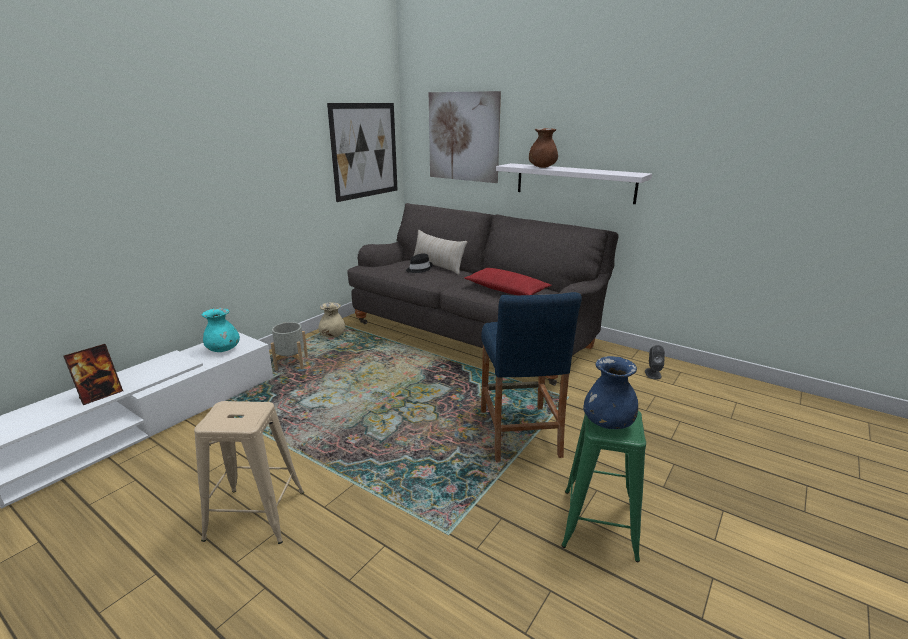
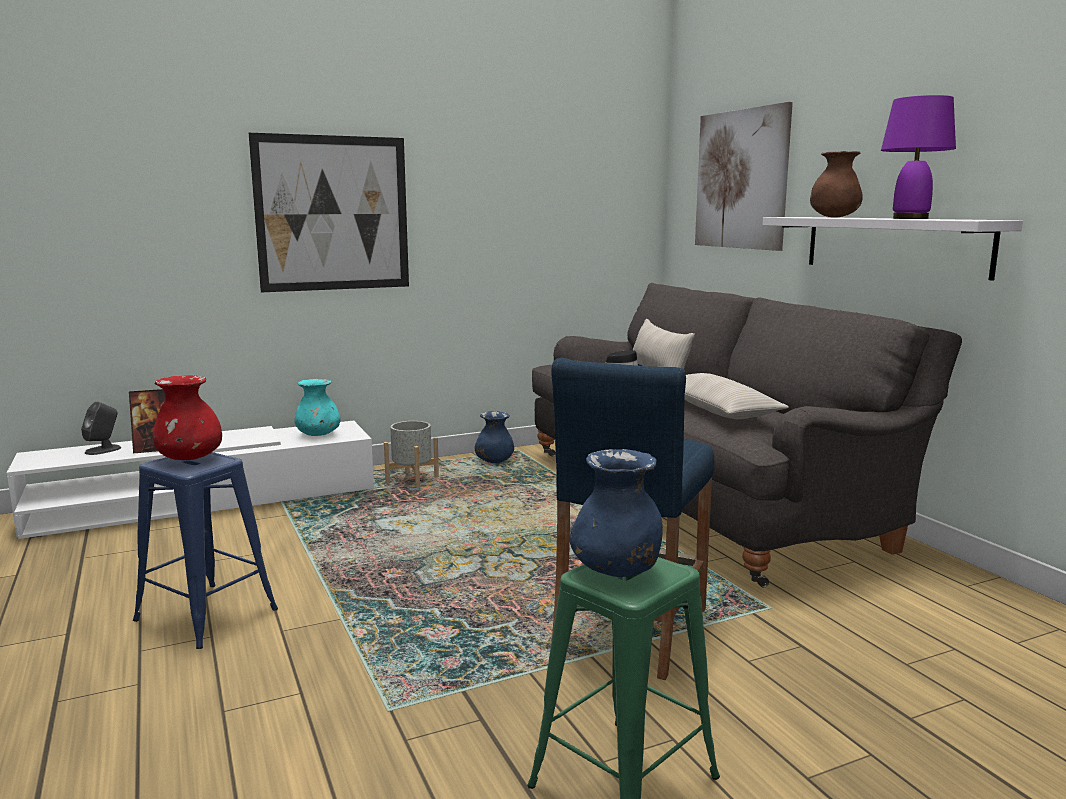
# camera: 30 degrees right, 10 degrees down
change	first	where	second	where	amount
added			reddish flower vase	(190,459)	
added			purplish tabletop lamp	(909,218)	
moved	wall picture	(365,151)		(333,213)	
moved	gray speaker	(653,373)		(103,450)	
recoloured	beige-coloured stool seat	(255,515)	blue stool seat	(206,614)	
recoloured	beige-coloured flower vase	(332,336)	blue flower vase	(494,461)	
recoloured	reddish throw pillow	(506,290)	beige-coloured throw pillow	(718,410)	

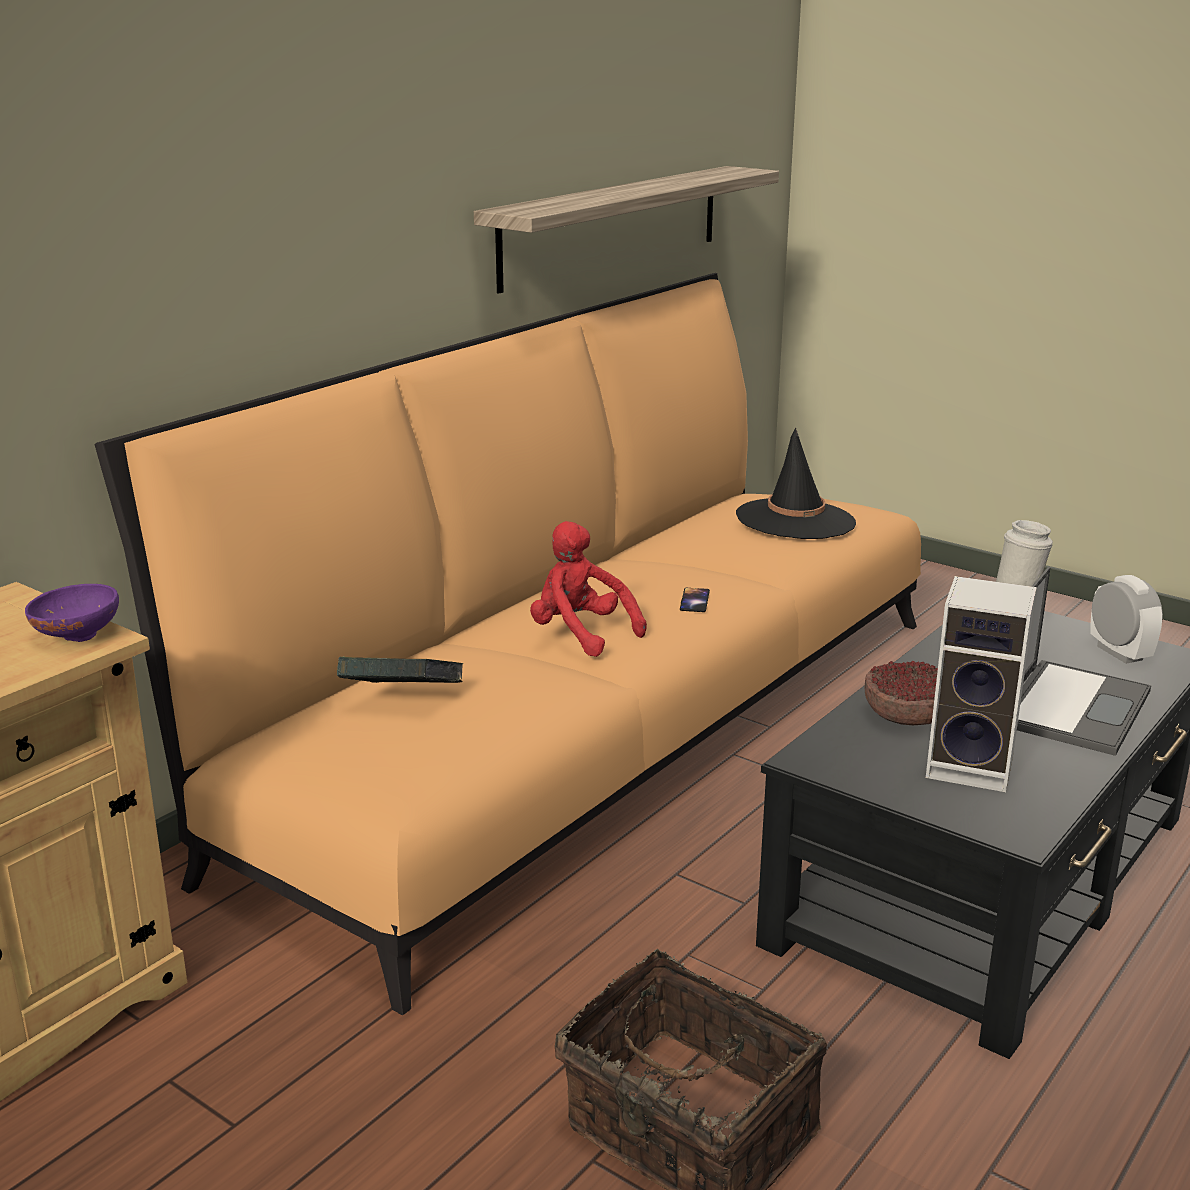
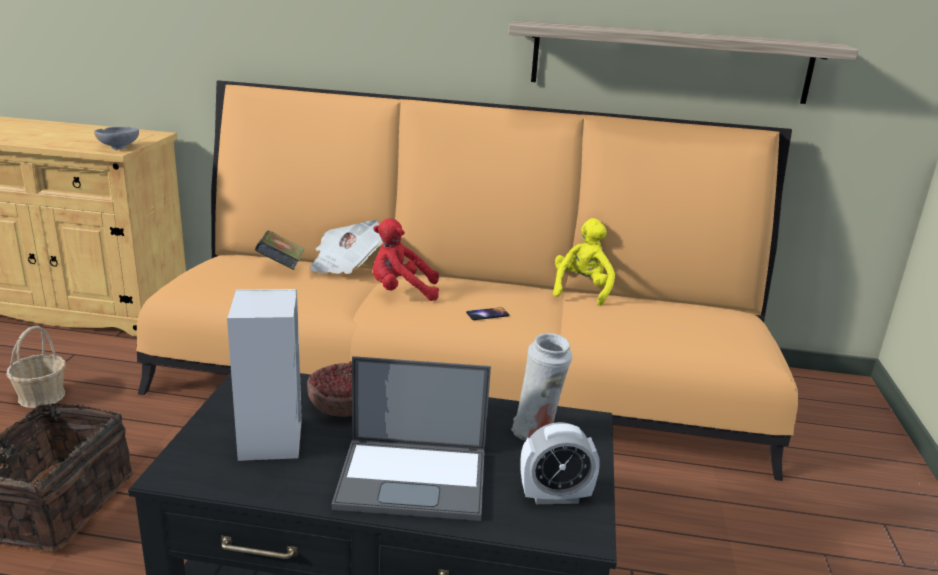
# camera: 60 degrees right, 0 degrees up
change	first	where	second	where	amount
removed	black-coloured wearable hat	(795,520)			
added			household basket	(42,396)	
added			daily paper	(346,263)	
added			yellowish cuddly toy	(582,290)	
recoloured	purplish deep dish	(75,635)	gray deep dish	(119,147)	
turned	reddish cuddly toy	(580,634)		(401,292)	105 degrees counterclockwise
turned	bedside clock	(1119,653)		(555,496)	45 degrees clockwise

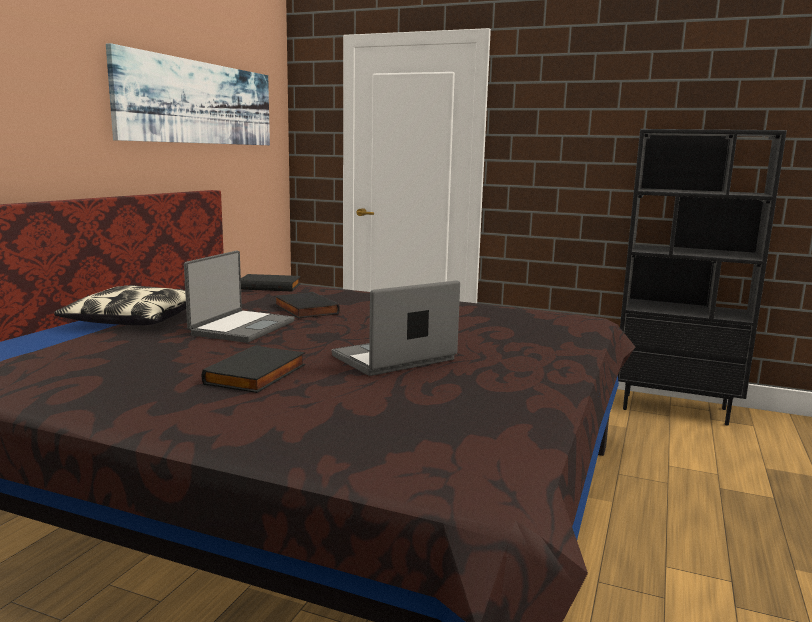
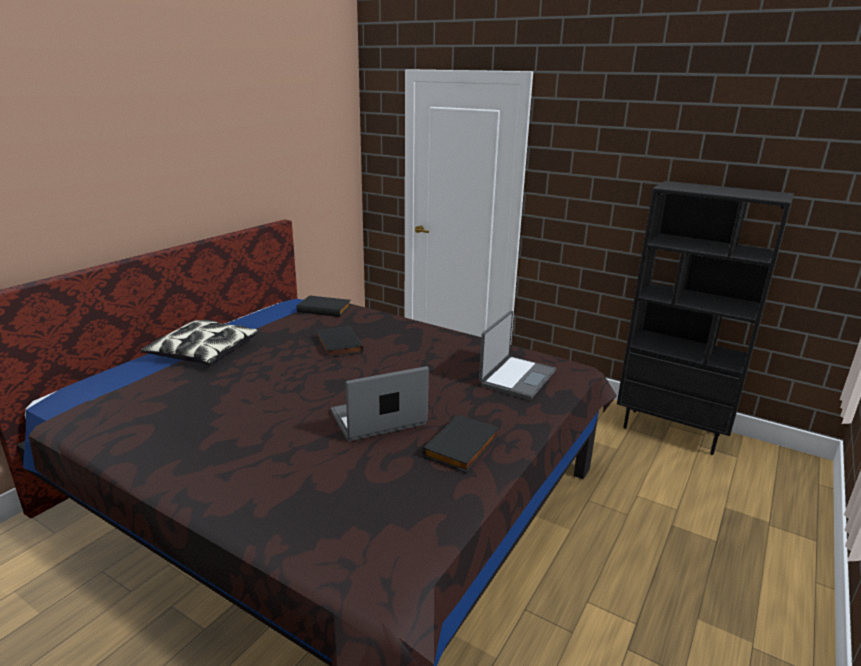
# camera: 10 degrees right, 10 degrees up
change	first	where	second	where	amount
removed	wall picture	(199,103)			
moved	portable computer	(241,328)		(516,378)	
moved	black-coloured volume	(258,375)		(463,447)	

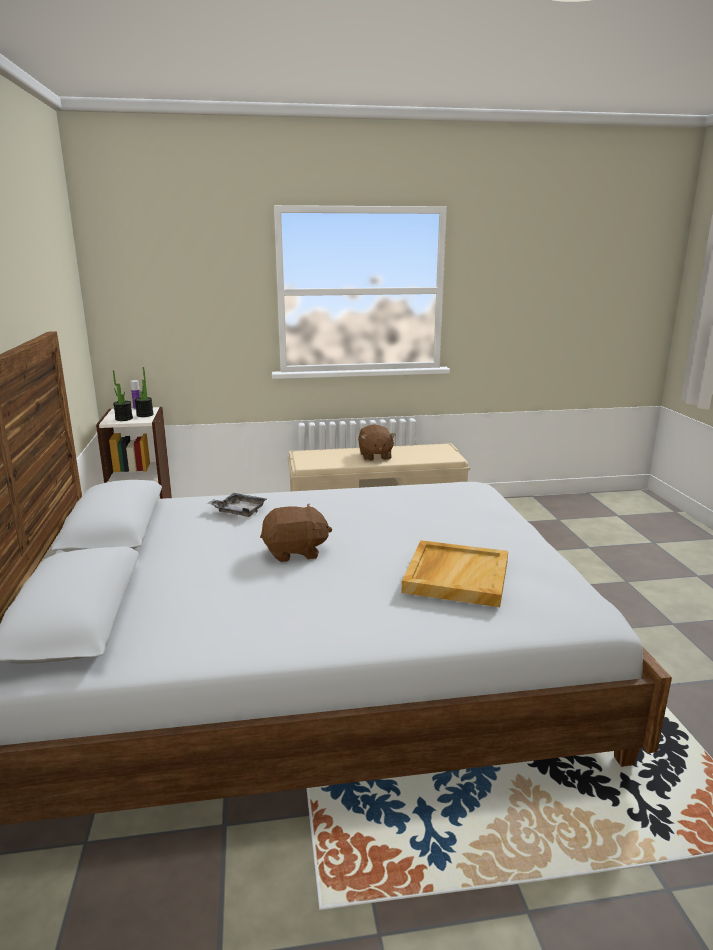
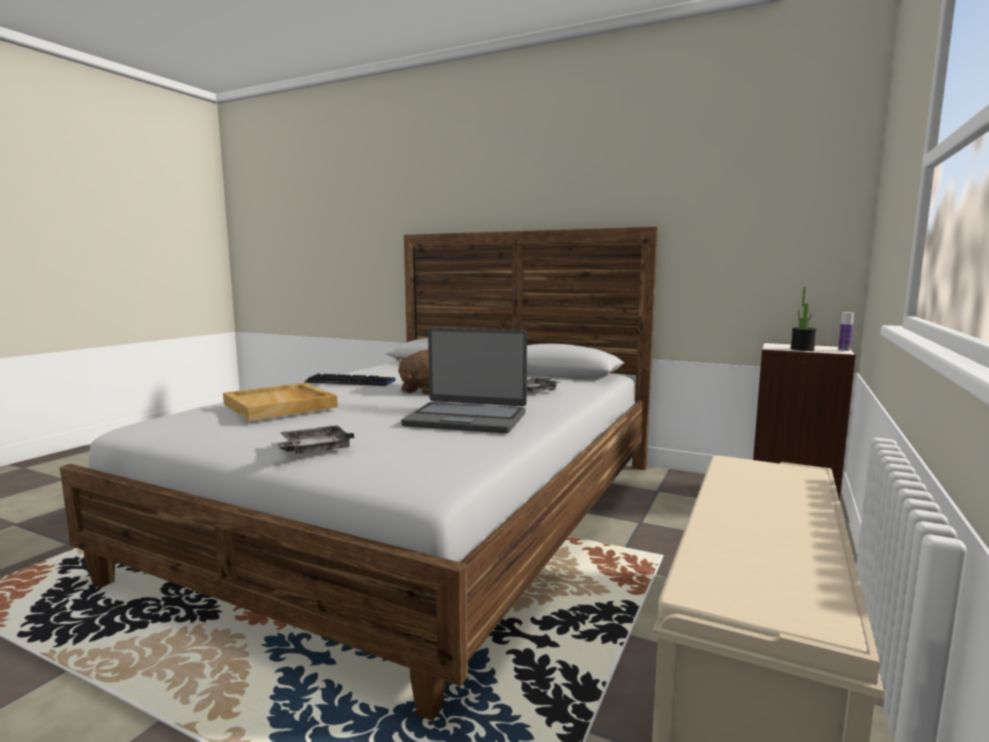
# camera: 125 degrees right, 10 degrees down
change	first	where	second	where	amount
removed	plant in a pot	(124,419)			
removed	brown-coloured cuddly toy	(375,456)			
added			gray tray	(314,450)	
added			computer keyboard	(350,382)	
added			portable computer	(466,419)	

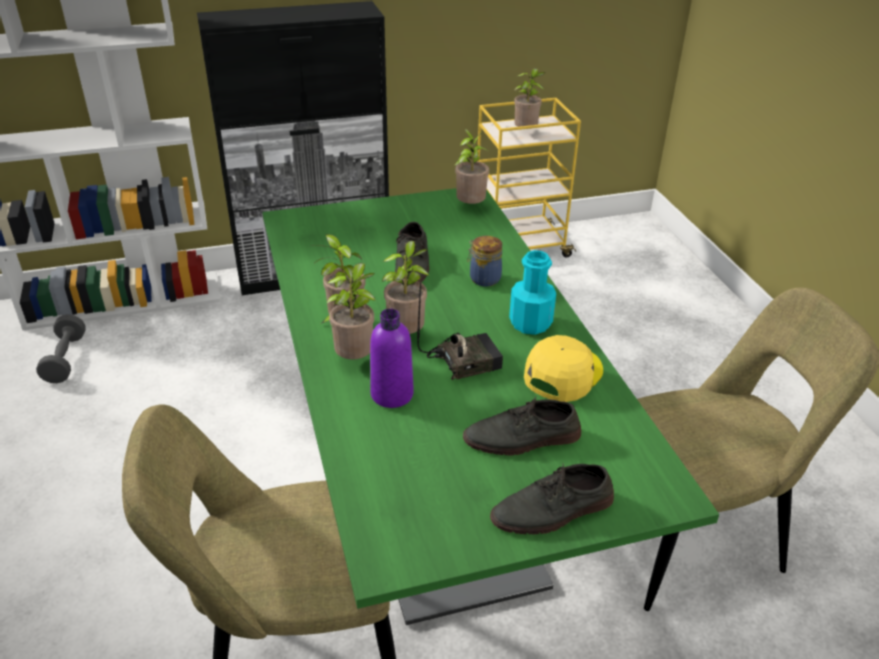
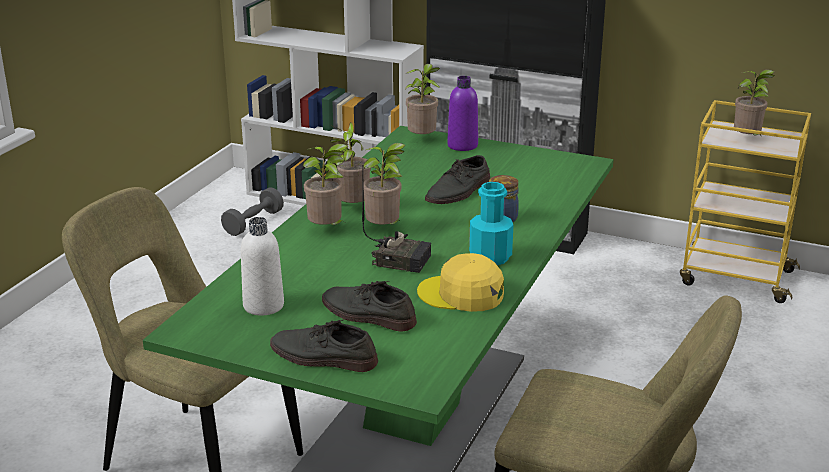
# camera: 40 degrees right, 10 degrees down
change	first	where	second	where	amount
added			whitish beverage bottle	(263,306)	
moved	purplish beverage bottle	(392,394)		(462,145)	
moved	plant in a pot	(470,207)		(423,139)	
turned	yellowish baseball cap	(562,374)		(461,294)	150 degrees counterclockwise

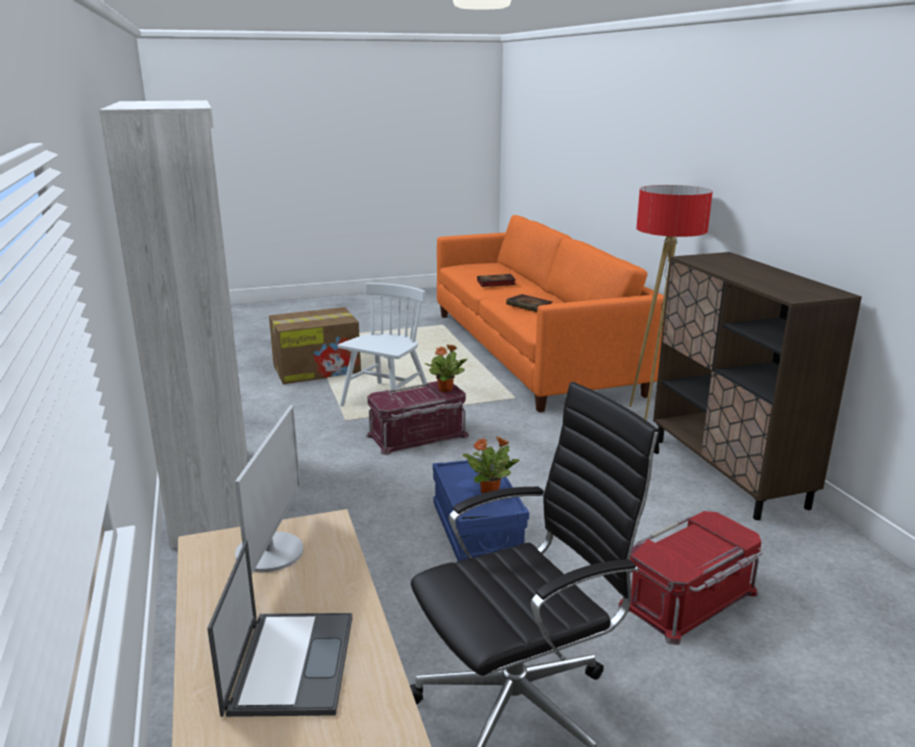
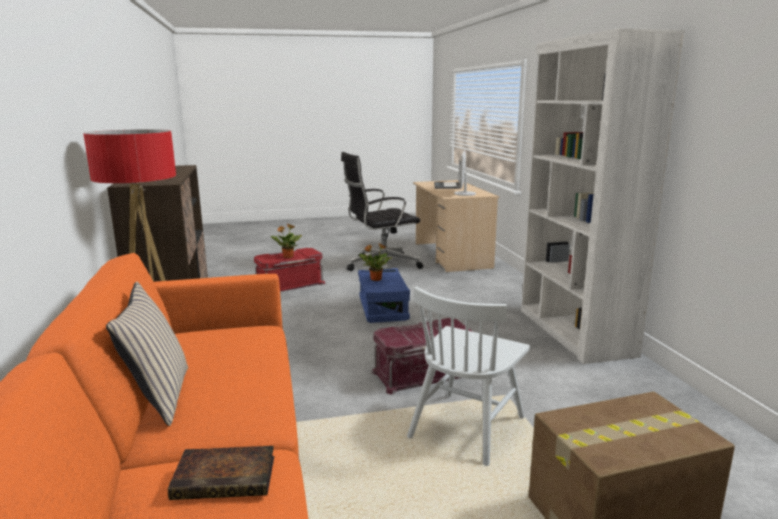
# camera: 175 degrees left, 5 degrees down
change	first	where	second	where	amount
removed	volume	(530,306)			
added			beige-coloured throw pillow	(159,397)	
moved	plant in a pot	(446,389)		(287,257)	

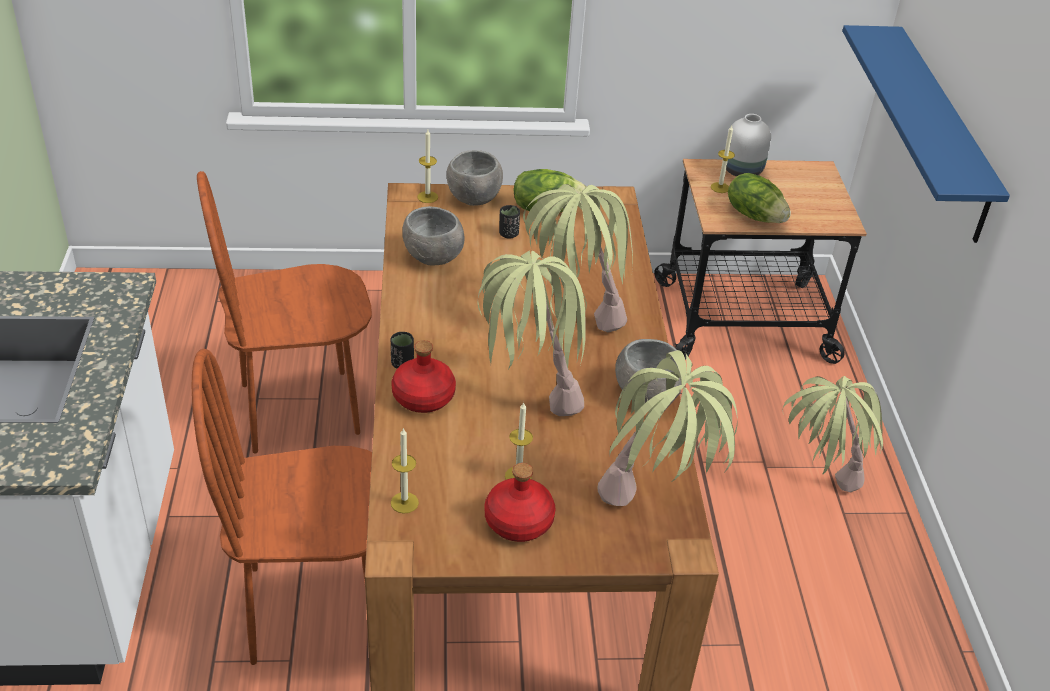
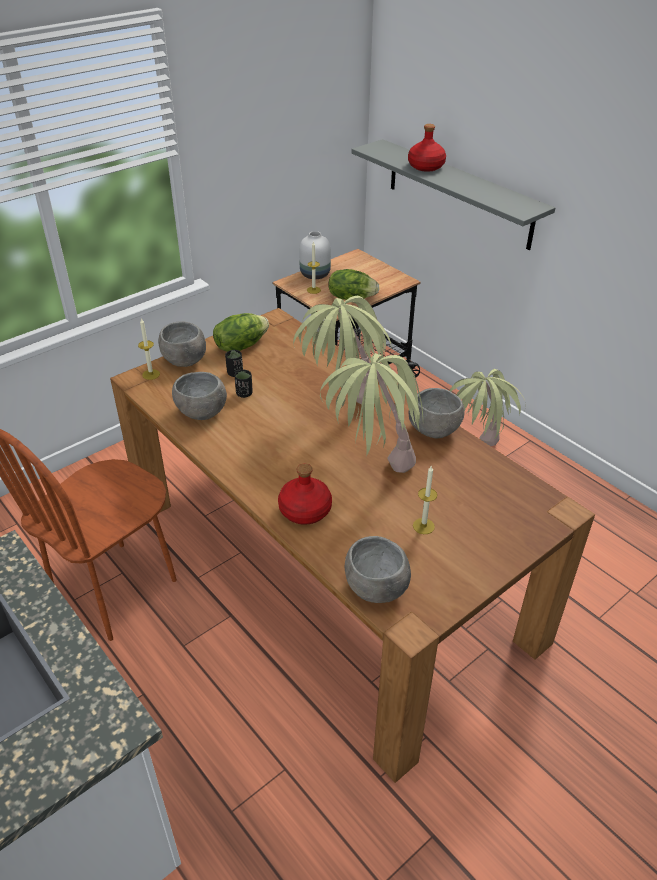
# camera: 35 degrees left, 0 degrees up
change	first	where	second	where	amount
removed	brown-coloured chair	(313,608)			
removed	plant in a pot	(656,513)			
moved	black-coloured cup	(402,364)		(244,394)	
moved	reddish beverage bottle	(518,521)		(425,166)	
replaced	wax light	(404,502)	gray deep dish	(376,589)	
recoloured	blue wall shelf	(941,133)	gray wall shelf	(459,193)	

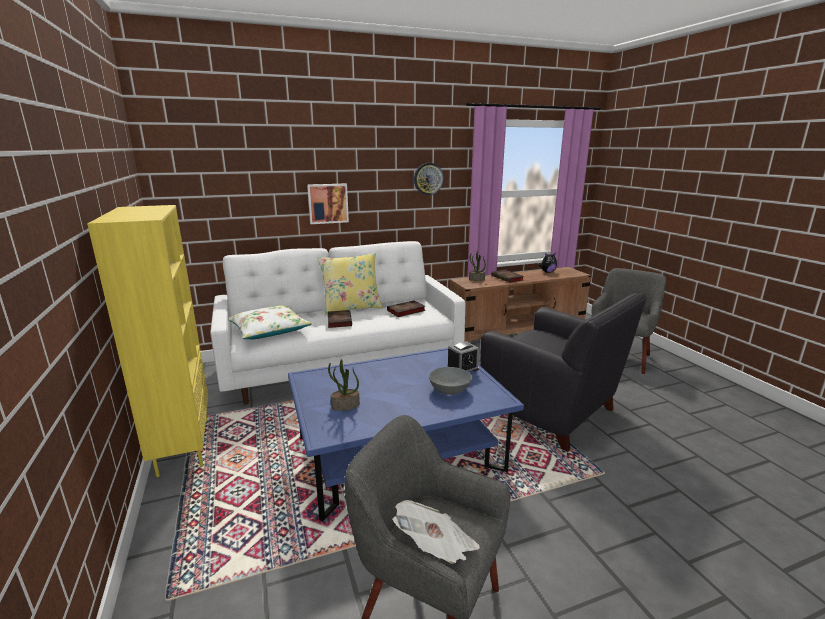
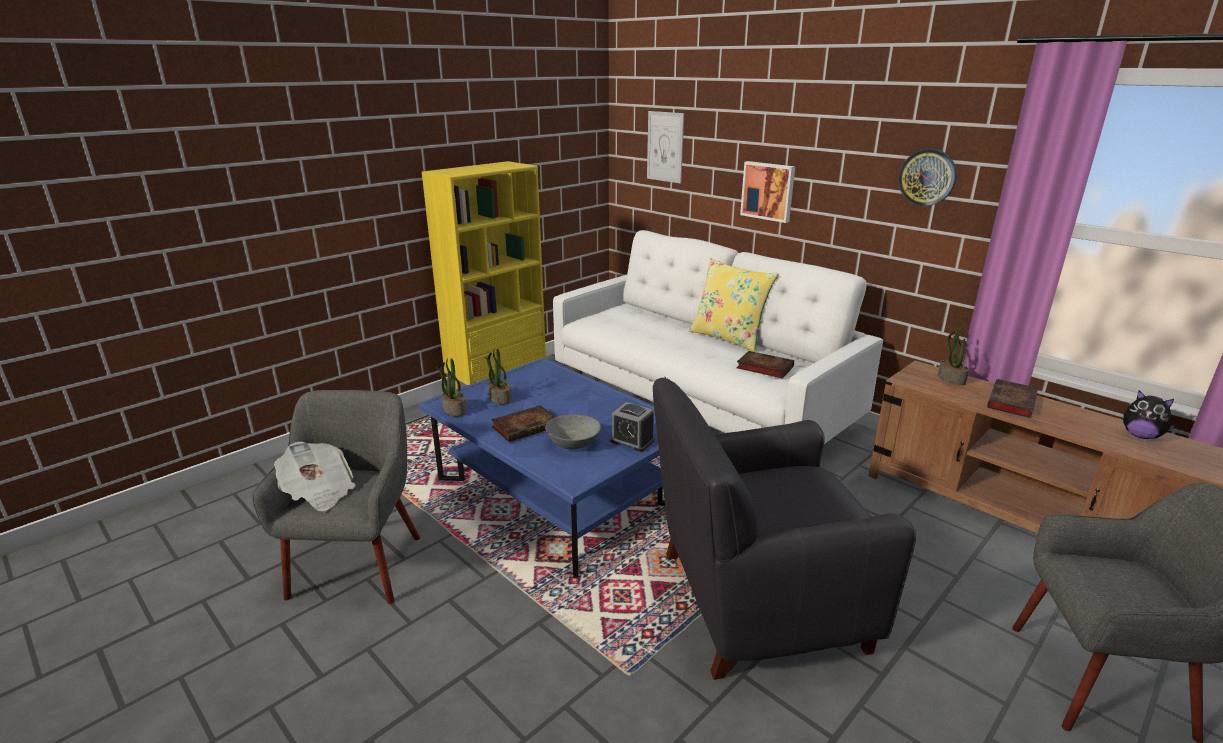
# camera: 65 degrees right, 5 degrees up
change	first	where	second	where	amount
removed	whitish throw pillow	(269,330)			
added			plant in a pot	(454,410)	
added			wall picture	(665,147)	
moved	volume	(339,321)		(526,426)	
turned	black-coloured lounge chair	(551,412)		(755,600)	60 degrees clockwise

